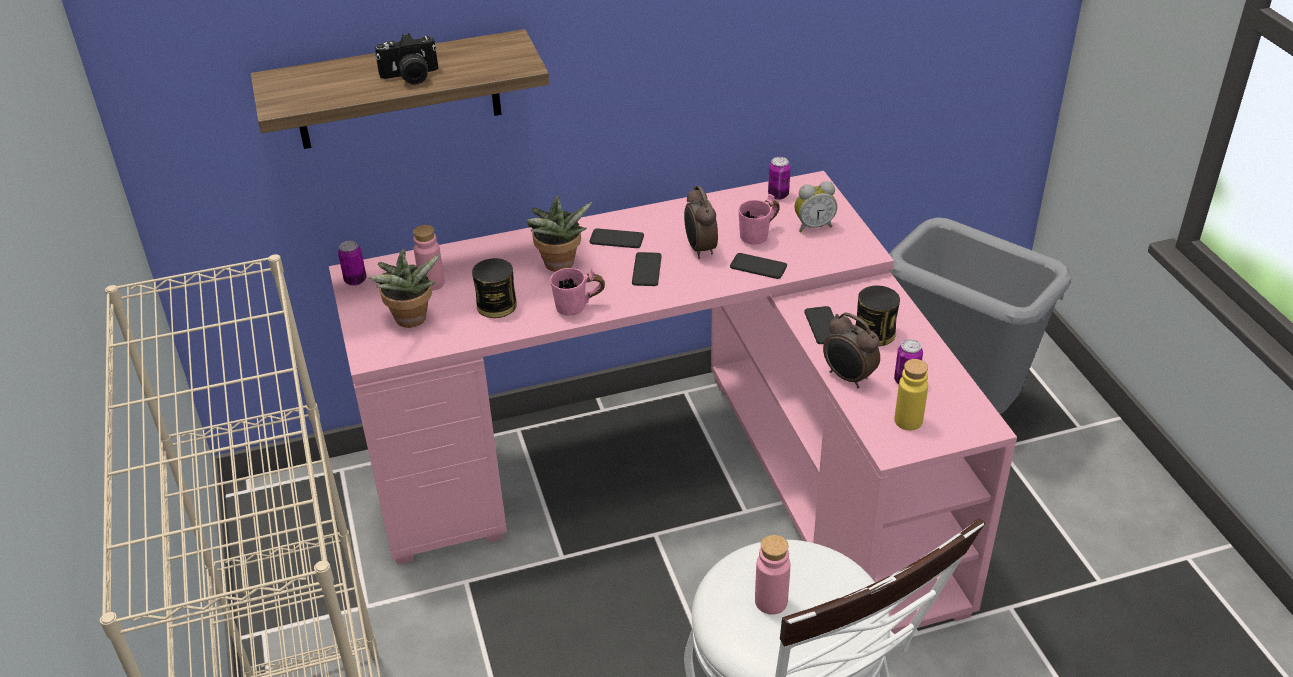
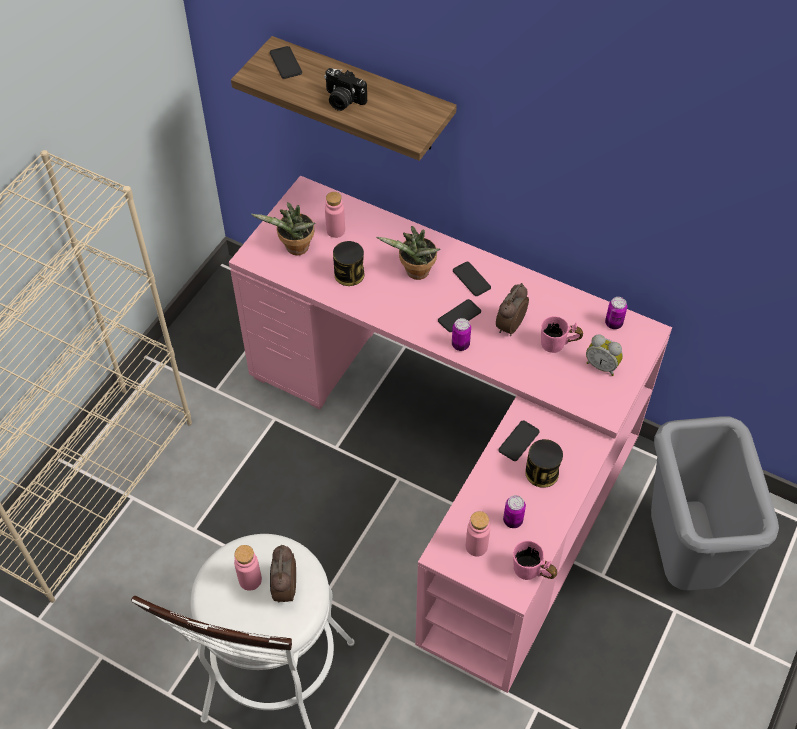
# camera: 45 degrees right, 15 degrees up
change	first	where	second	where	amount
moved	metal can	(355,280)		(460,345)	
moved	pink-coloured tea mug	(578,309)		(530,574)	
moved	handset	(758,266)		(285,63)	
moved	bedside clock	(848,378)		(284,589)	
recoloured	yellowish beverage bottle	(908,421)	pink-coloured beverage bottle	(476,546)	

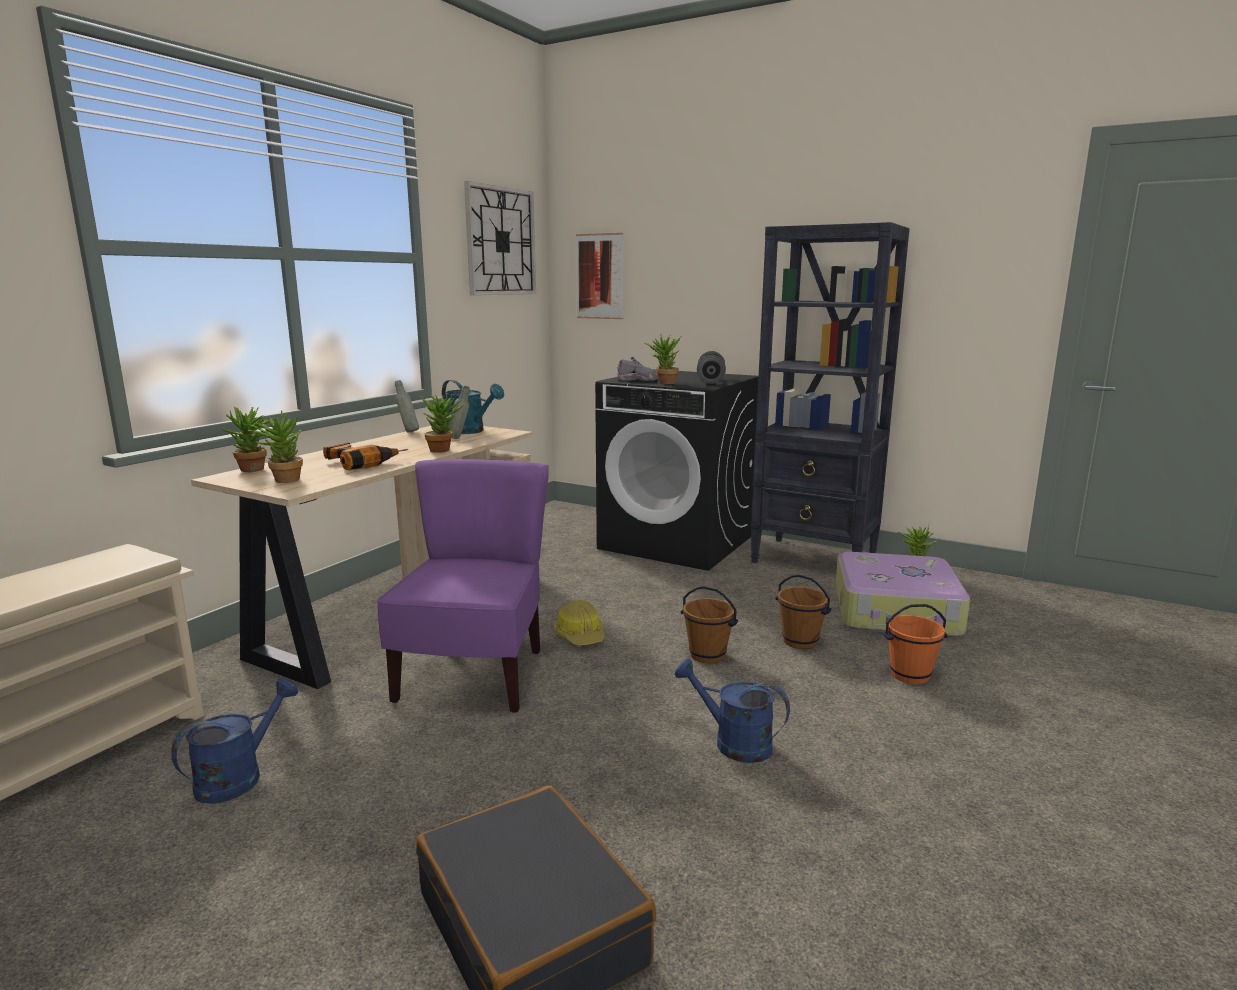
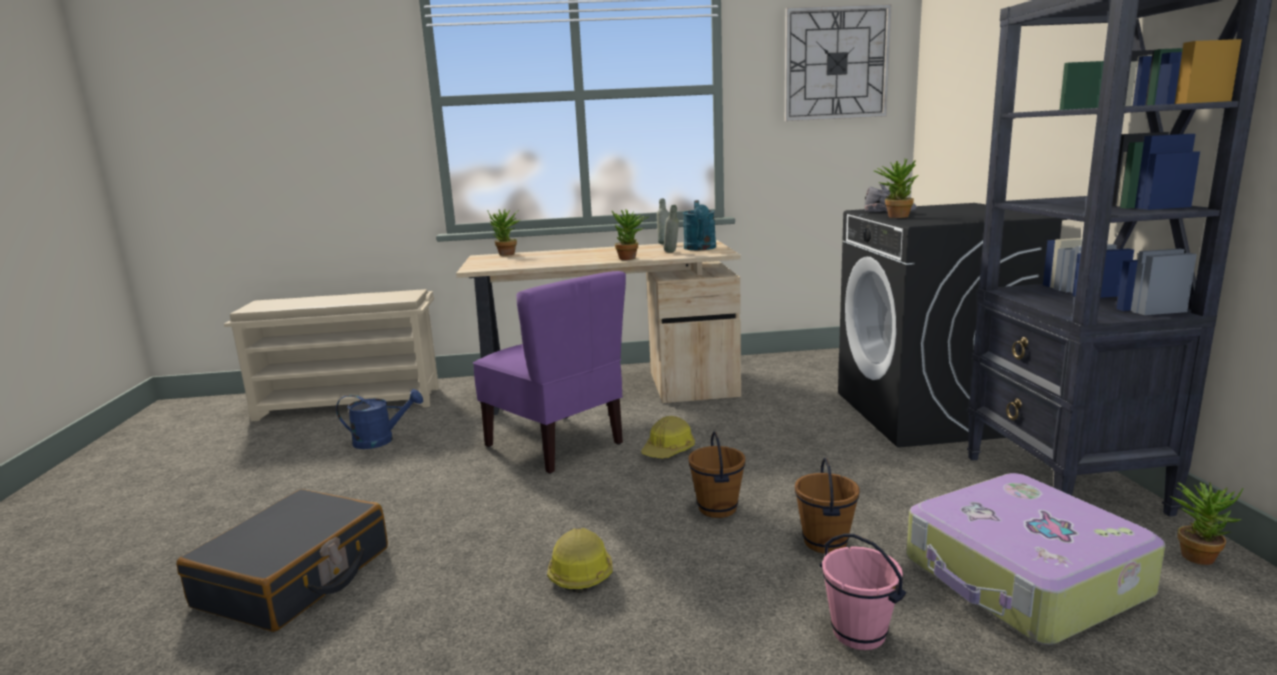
# camera: 55 degrees right, 0 degrees up
change	first	where	second	where	amount
removed	plant in a pot	(282,480)			
removed	power drill	(361,462)			
removed	wall picture	(599,276)			
removed	gray hand weight	(710,381)			
replaced	blue sprinkling can	(733,742)	safety helmet	(580,571)	
recoloured	orangey pail	(909,675)	pink-coloured pail	(859,633)	
turned	purplish chair	(474,676)		(556,444)	75 degrees clockwise

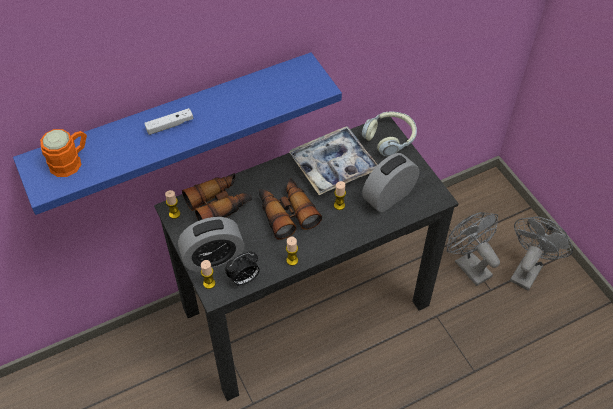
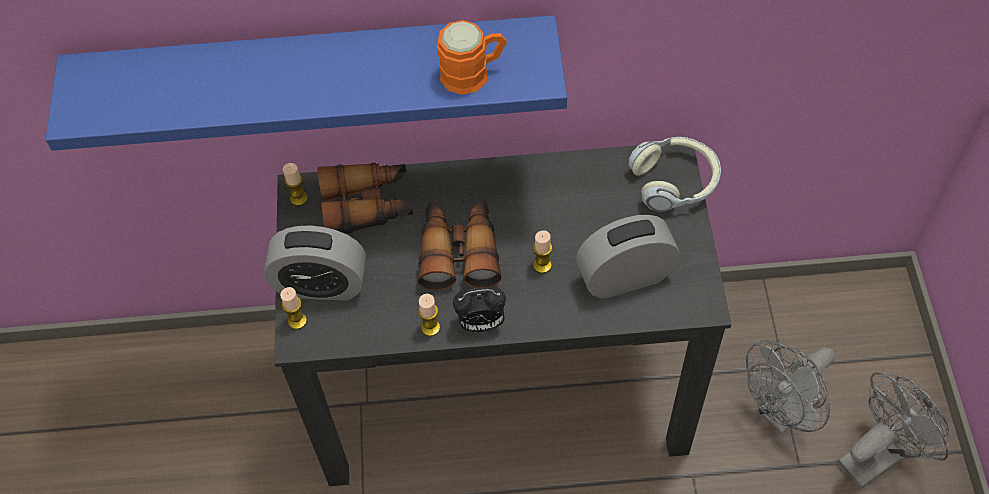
# camera: 25 degrees right, 5 degrees up
change	first	where	second	where	amount
removed	whitish joypad	(170,125)			
removed	tray	(333,166)			
moved	orangey tea mug	(71,161)		(473,73)	
moved	bedside clock	(244,279)		(481,324)	
turned	gray cooling fan	(468,265)		(782,413)	120 degrees counterclockwise

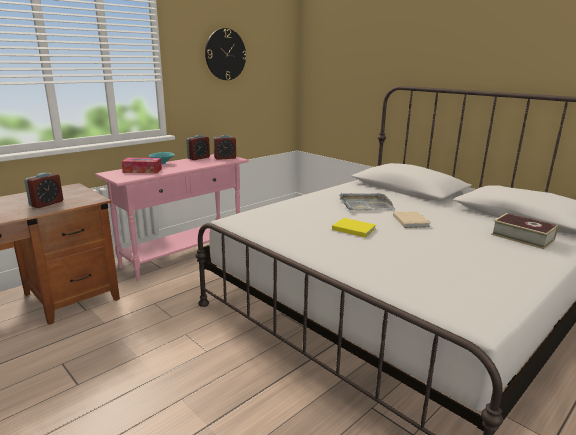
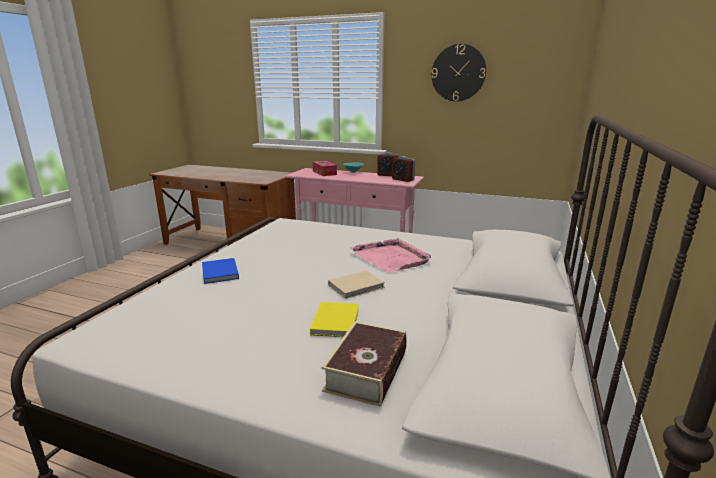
# camera: 65 degrees right, 0 degrees up
change	first	where	second	where	amount
removed	bedside clock	(46,204)			
added			blue volume	(219,273)	
moved	yellowish volume	(353,229)		(336,321)	
recoloured	gray tray	(365,204)	pink-coloured tray	(391,257)	

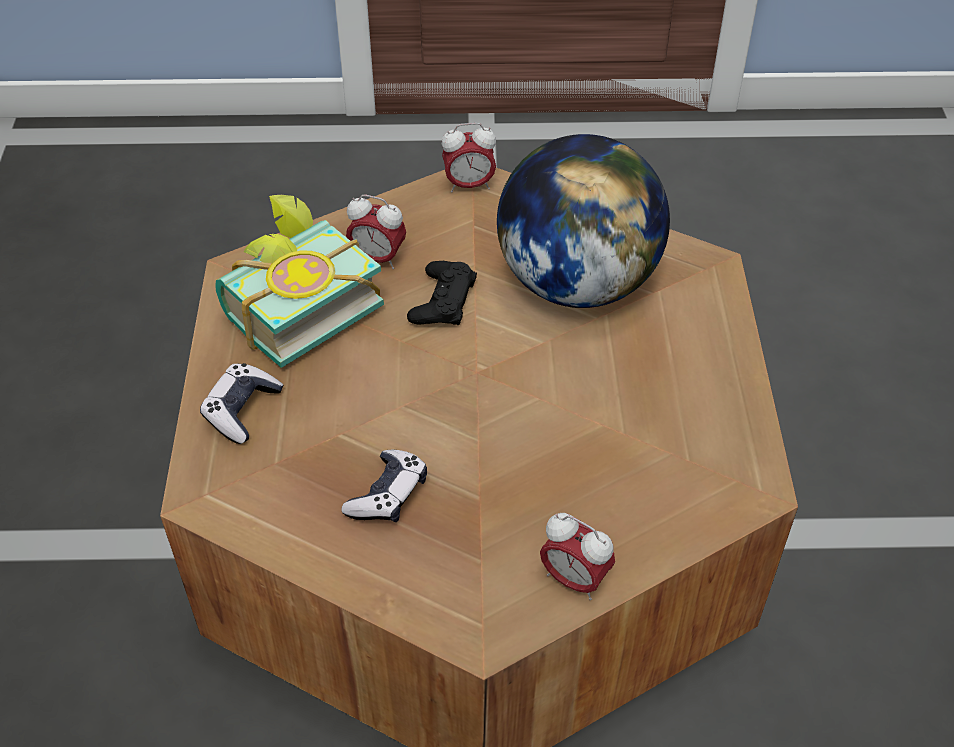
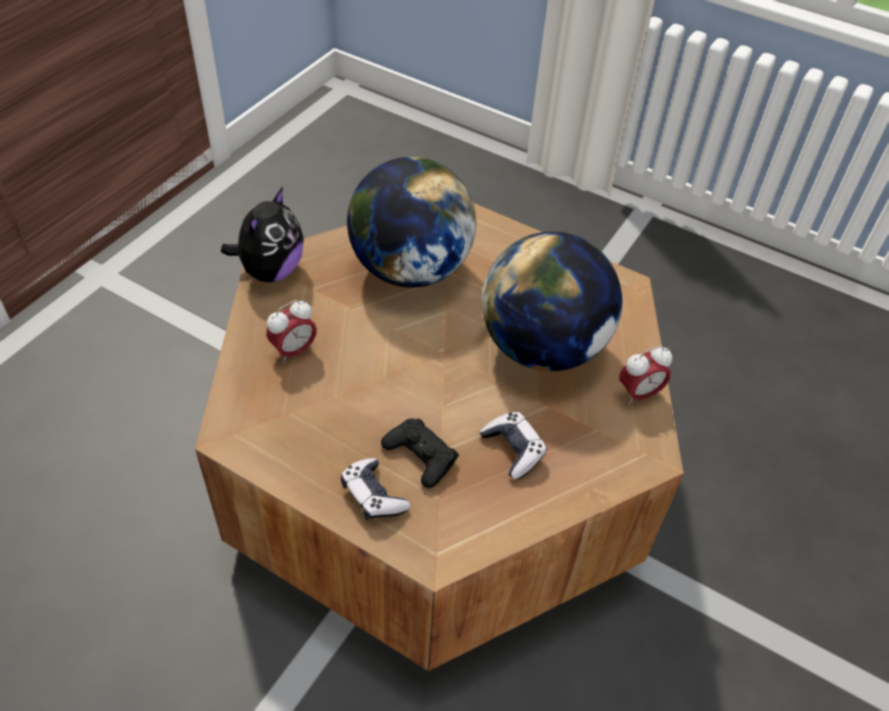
# camera: 60 degrees left, 0 degrees up
change	first	where	second	where	amount
removed	volume	(294,306)			
added			desk globe	(543,348)	
moved	black-coloured joypad	(442,301)		(420,456)	
replaced	bedside clock	(469,185)	cuddly toy	(270,271)	

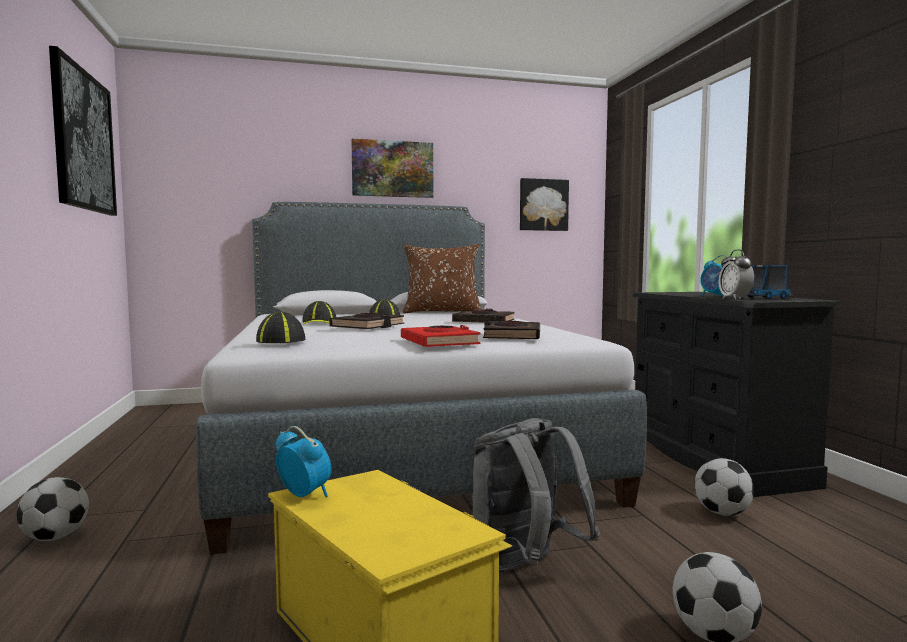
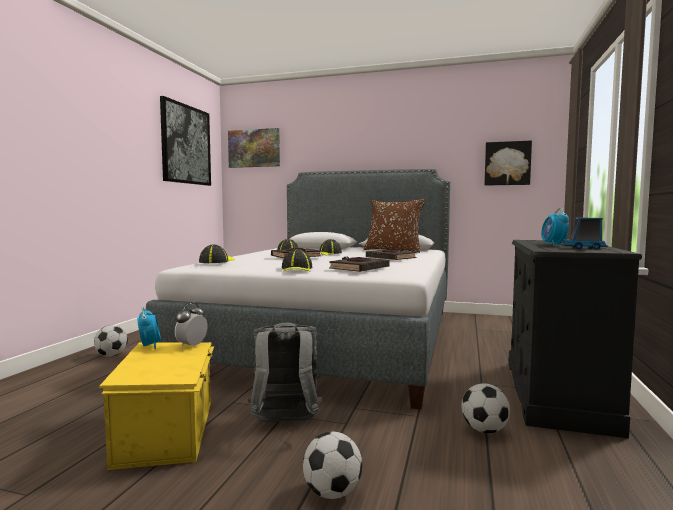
# camera: 30 degrees right, 0 degrees up
change	first	where	second	where	amount
moved	wall picture	(392,169)		(254,148)	
moved	bedside clock	(734,298)		(192,345)	
replaced	reddish volume	(439,342)	baseball cap	(297,269)	

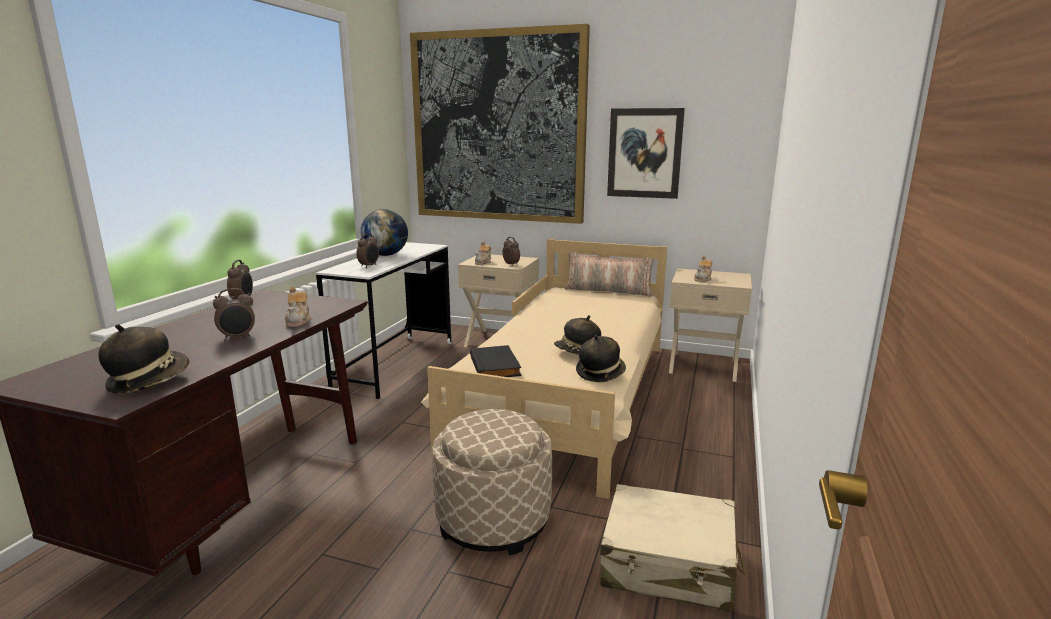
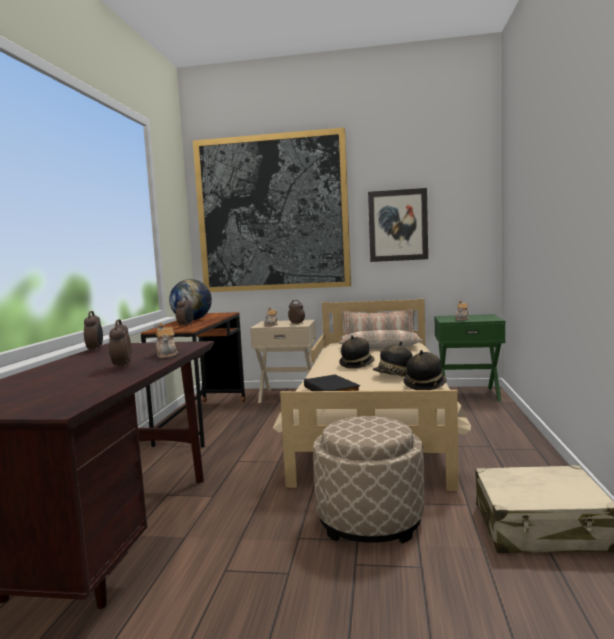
# camera: 10 degrees left, 10 degrees down
change	first	where	second	where	amount
added			throw pillow	(380,348)	
moved	wearable hat	(149,380)		(357,365)	
recoloured	whitish desk	(396,364)	brown-coloured desk	(204,421)	
recoloured	beige-coloured night table	(703,365)	greenish night table	(468,394)	
turned	bedside clock	(238,337)		(121,367)	120 degrees clockwise

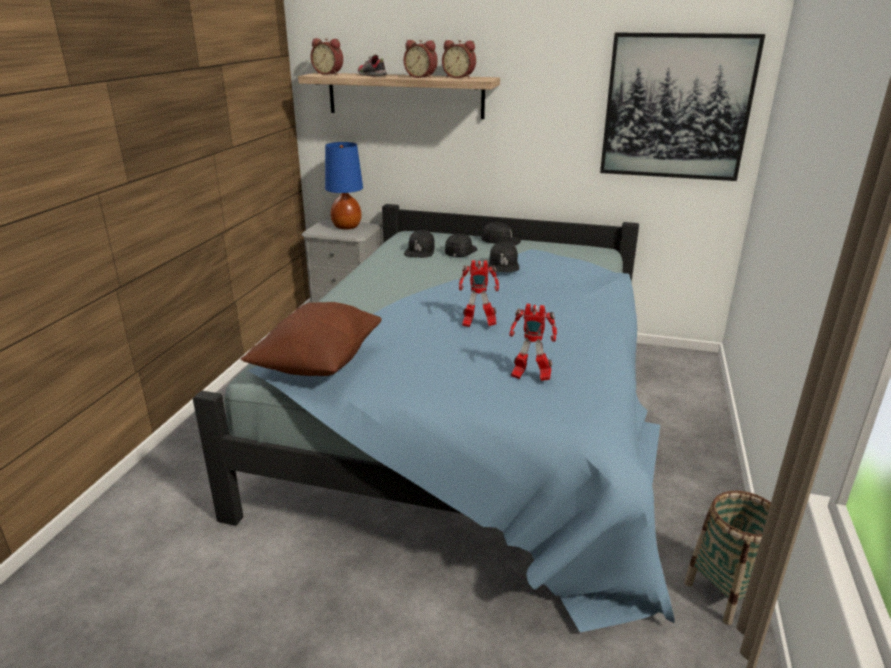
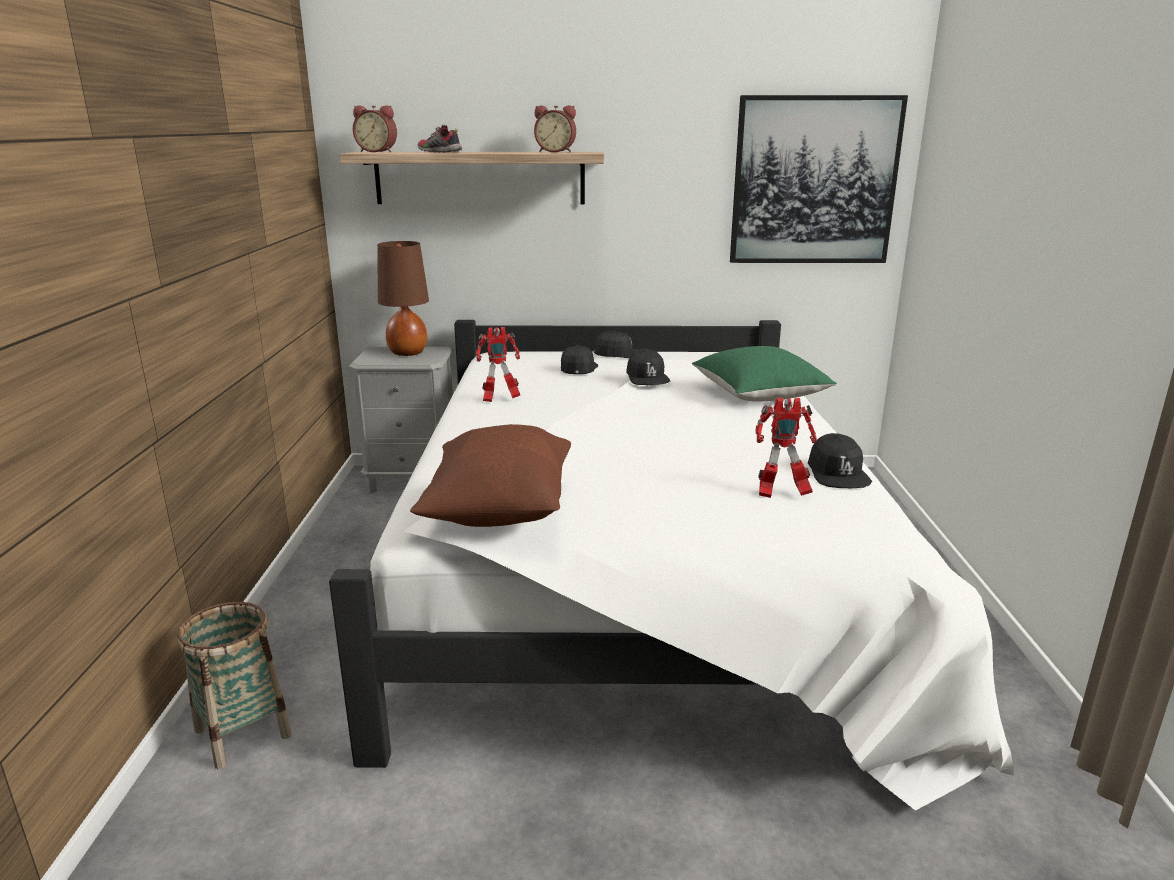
# camera: 15 degrees left, 5 degrees down
change	first	where	second	where	amount
removed	bedside clock	(421,77)			
added			greenish throw pillow	(759,395)	
moved	black-coloured baseball cap	(420,251)		(837,473)	
moved	toy robot	(477,324)		(499,399)	
moved	household basket	(726,593)		(242,732)	
recoloured	blue bed	(474,423)	whitish bed	(641,582)	
recoloured	blue tabletop lamp	(346,226)	brown-coloured tabletop lamp	(407,353)	

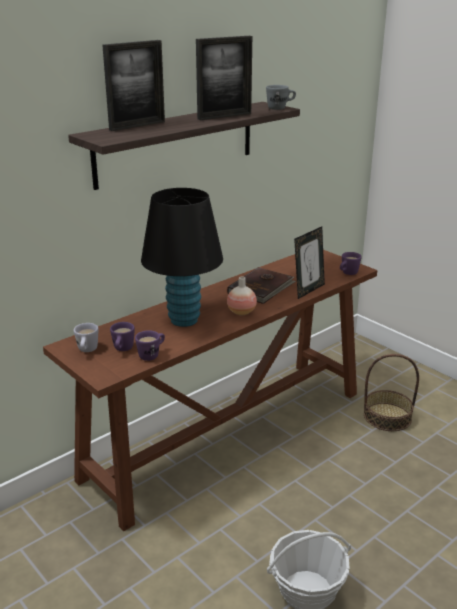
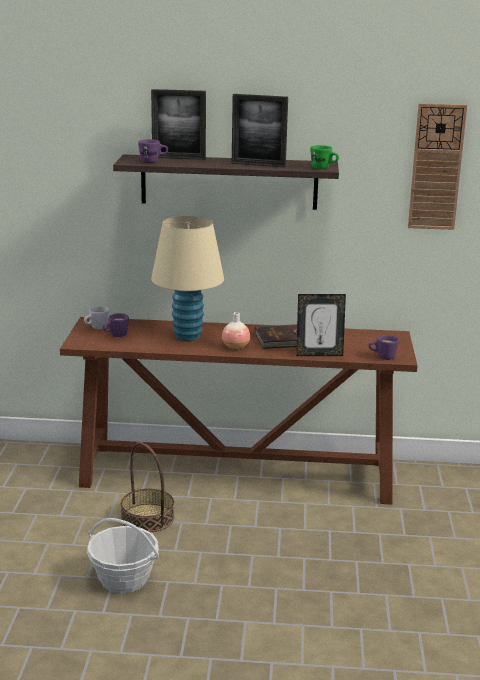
# camera: 45 degrees right, 5 degrees down
change	first	where	second	where	amount
added			clock on the wall	(436,167)	
moved	purplish tea mug	(152,355)		(153,162)	
moved	household basket	(387,417)		(147,518)	
recoloured	black-coloured tabletop lamp	(184,320)	beige-coloured tabletop lamp	(187,336)	
recoloured	gray tea mug	(280,108)	greenish tea mug	(324,168)	

